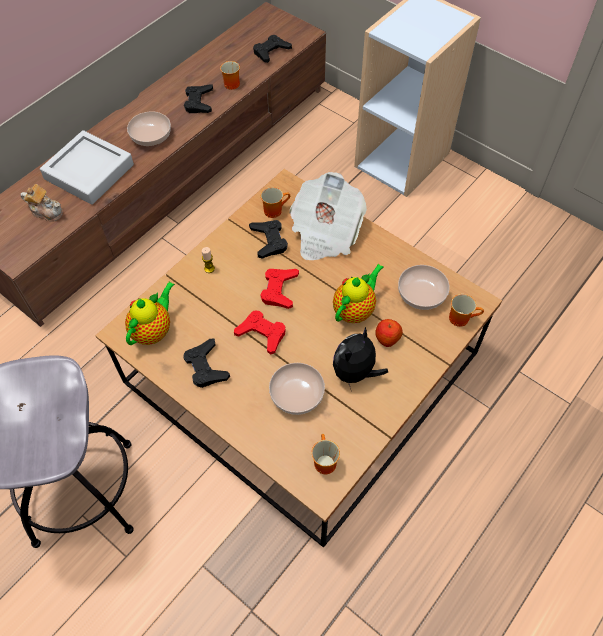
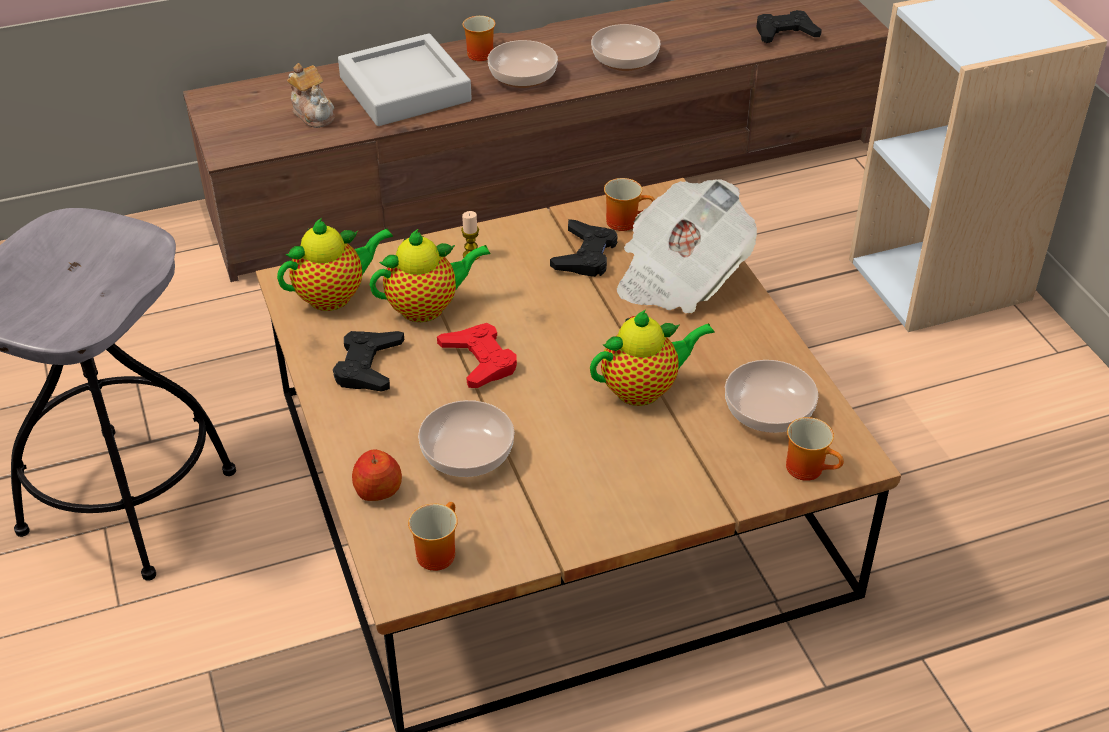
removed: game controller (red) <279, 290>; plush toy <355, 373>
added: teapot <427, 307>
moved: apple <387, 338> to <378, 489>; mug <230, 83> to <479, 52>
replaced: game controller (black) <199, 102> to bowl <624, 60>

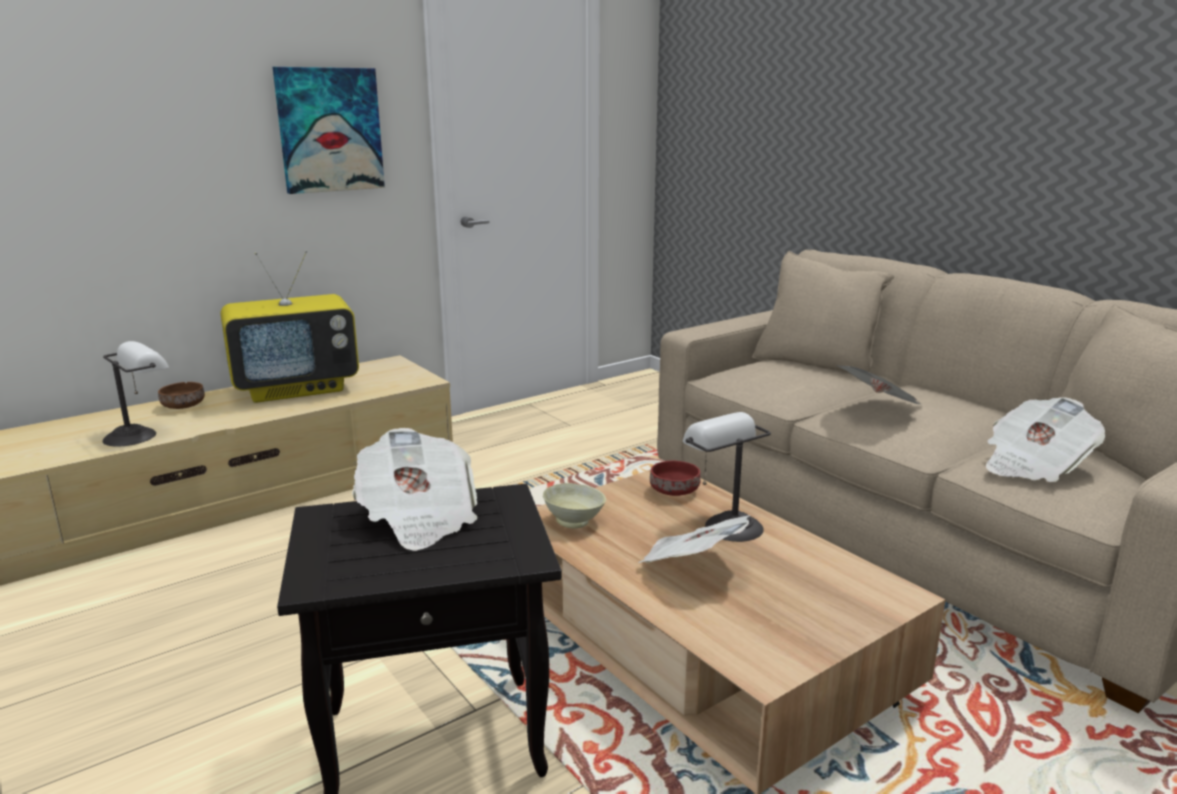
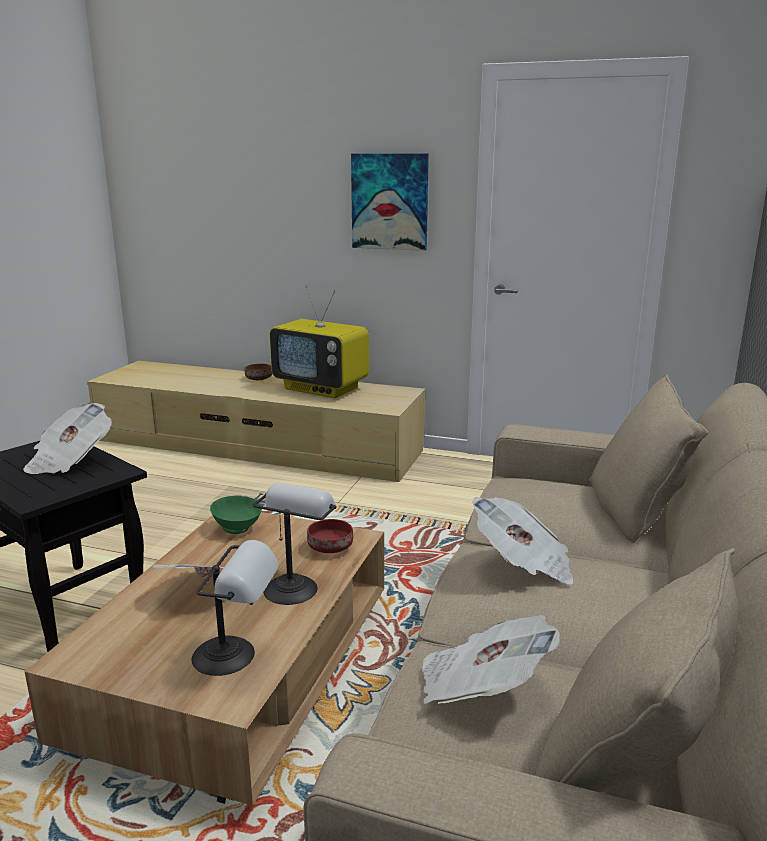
moved: table lamp <140, 433> to <236, 655>
recoloured: bowl (beige) <575, 522> to bowl (green) <237, 529>

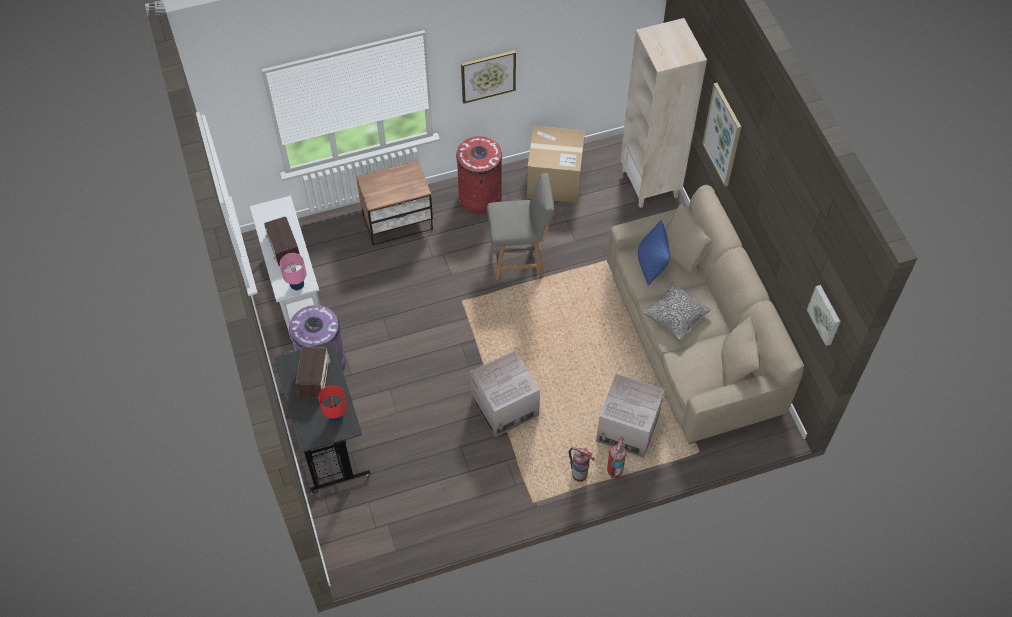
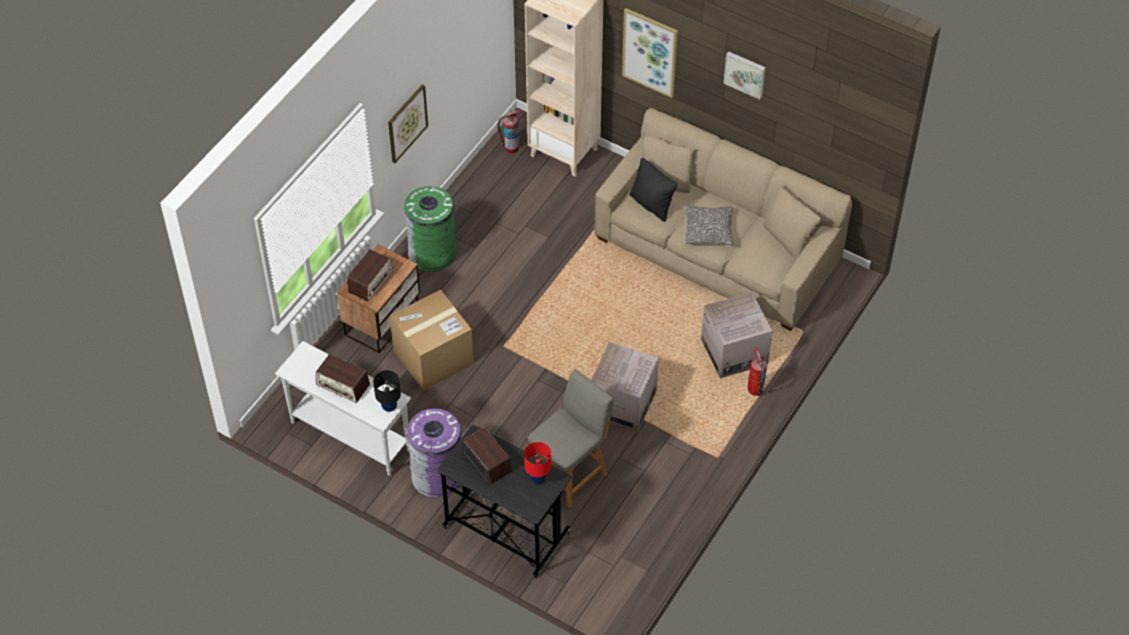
added: radio <370, 281>
moved: cardboard box <554, 180> to <433, 357>; fire extinguisher <579, 474> to <511, 147>; chair (grey) <519, 257> to <570, 473>; picture <825, 314> to <745, 73>
recoloured: table lamp (pink) <296, 286> to table lamp (black) <388, 407>; trash can (red) <480, 197> to trash can (green) <432, 253>; pillow (blue) <651, 265> to pillow (black) <651, 204>

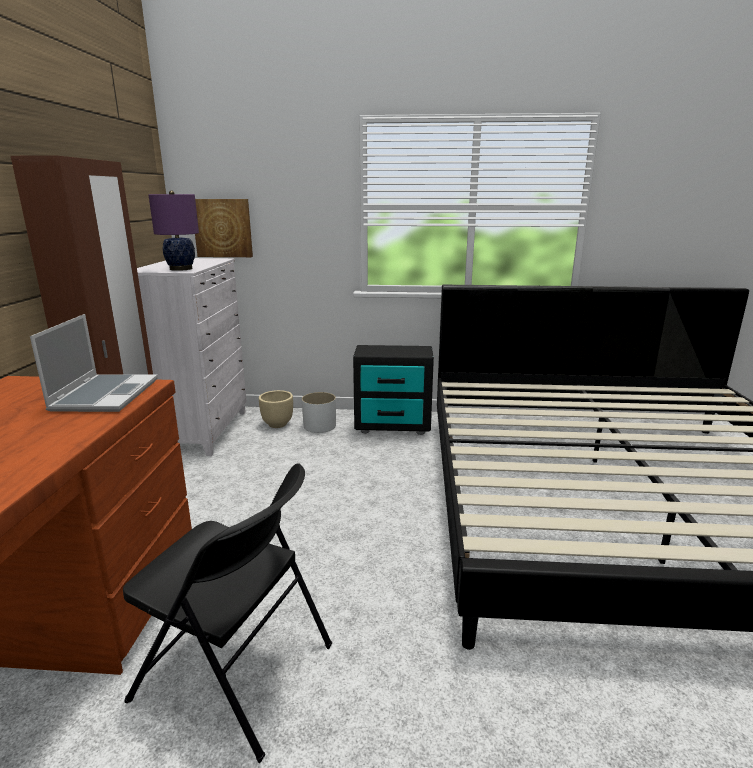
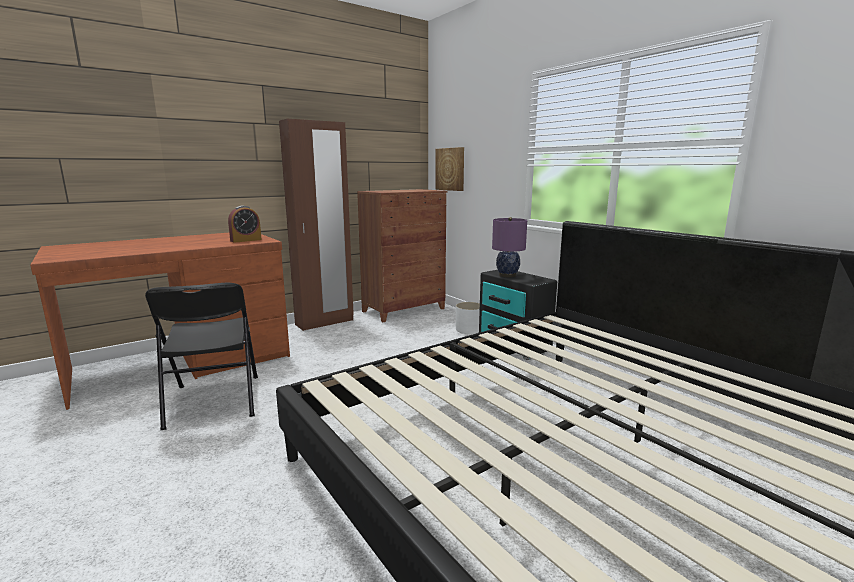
removed: planter (beige) <278, 424>
moved: table lamp (purple) <181, 269> to <507, 275>
replaced: laptop <105, 394> to alarm clock <246, 240>
recoloured: dresser (white) <205, 431> to dresser (brown) <405, 310>

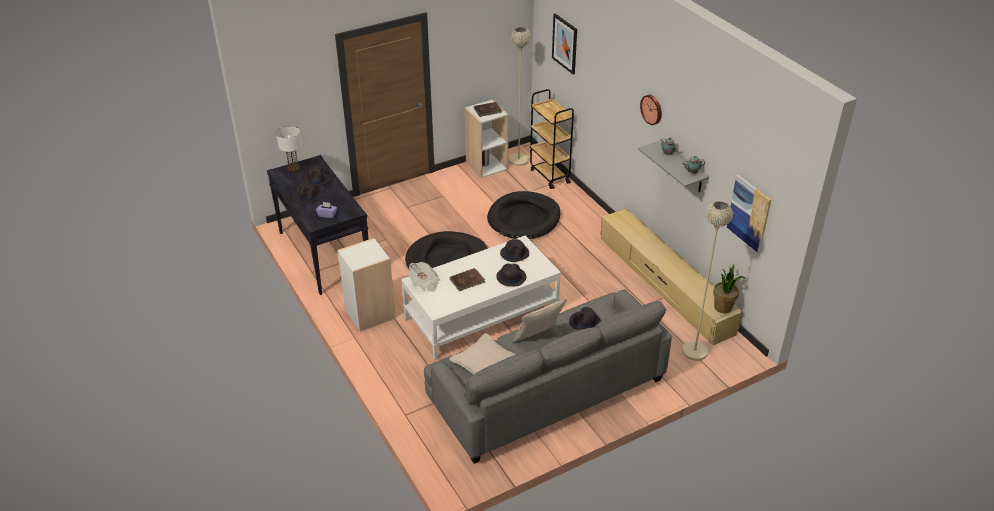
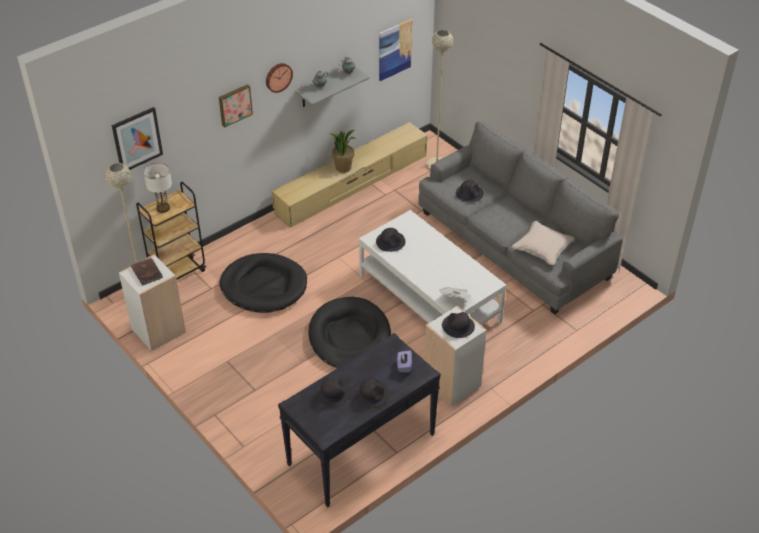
removed: book (brown) <467, 281>; pillow (beige) <538, 339>
added: picture <234, 105>
moved: table lamp <293, 169> to <163, 208>; potted plant <723, 307> to <343, 167>; hat (black) <511, 277> to <458, 326>

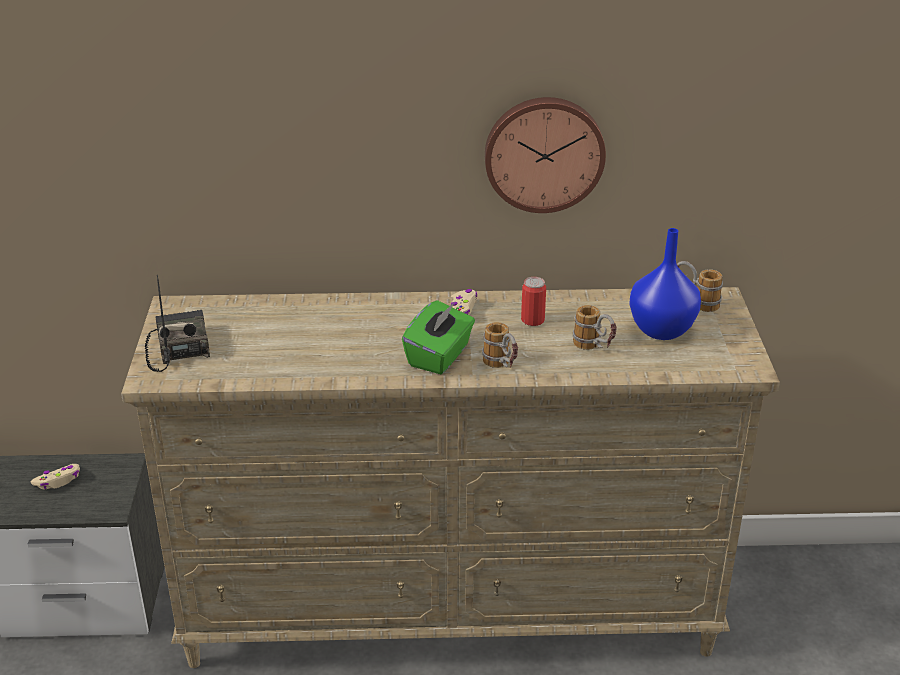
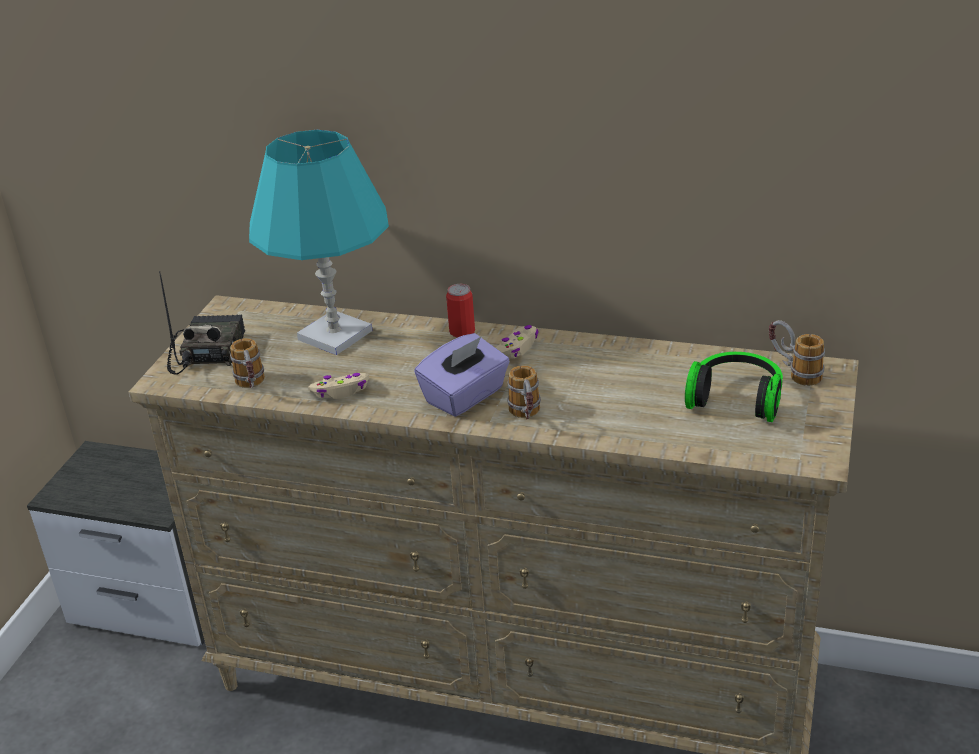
removed: wall clock <544, 153>
added: table lamp (turquoise) <334, 336>
moved: mug <594, 348> to <252, 387>; game controller (beige) <58, 481> to <341, 391>; can <532, 320> to <462, 332>
replaced: vase (blue) <662, 329> to headphones <736, 399>
recoloured: tissue box (green) <439, 356> to tissue box (purple) <465, 396>

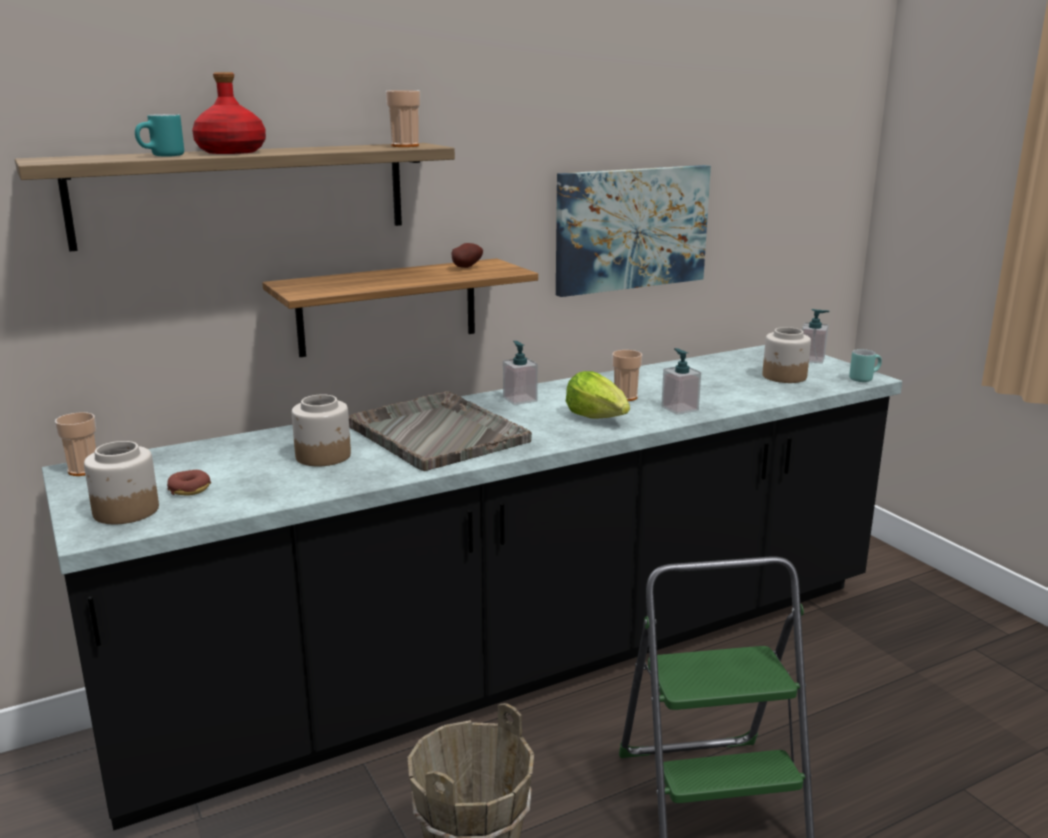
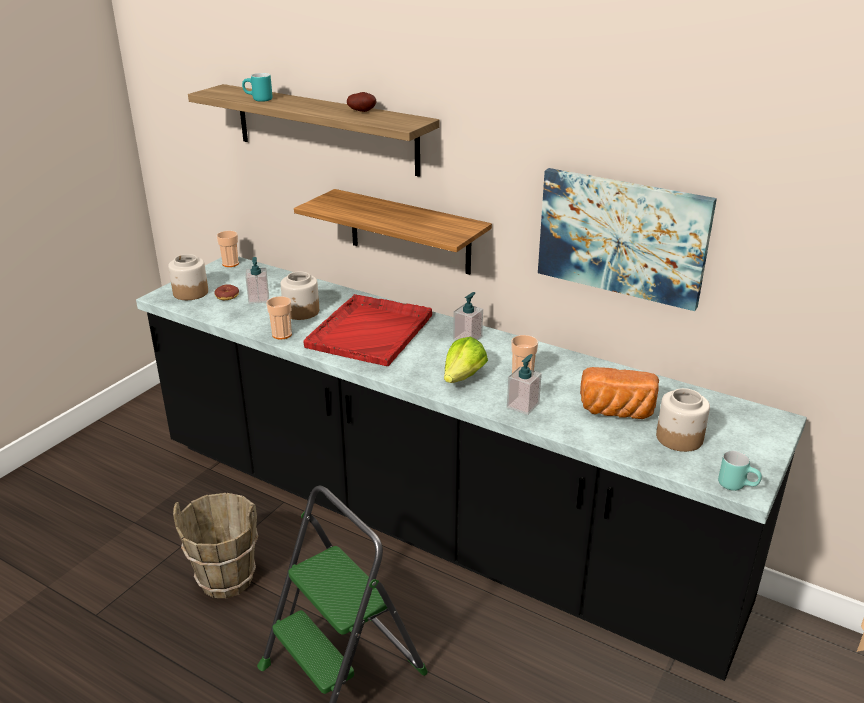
removed: bottle (red) <231, 152>
added: bread <616, 412>
moved: soap dispenser <811, 359> to <258, 299>; cup <405, 146> to <282, 334>; potato <465, 267> to <363, 111>
recoloured: tray (grey) <436, 433> to tray (red) <371, 331>

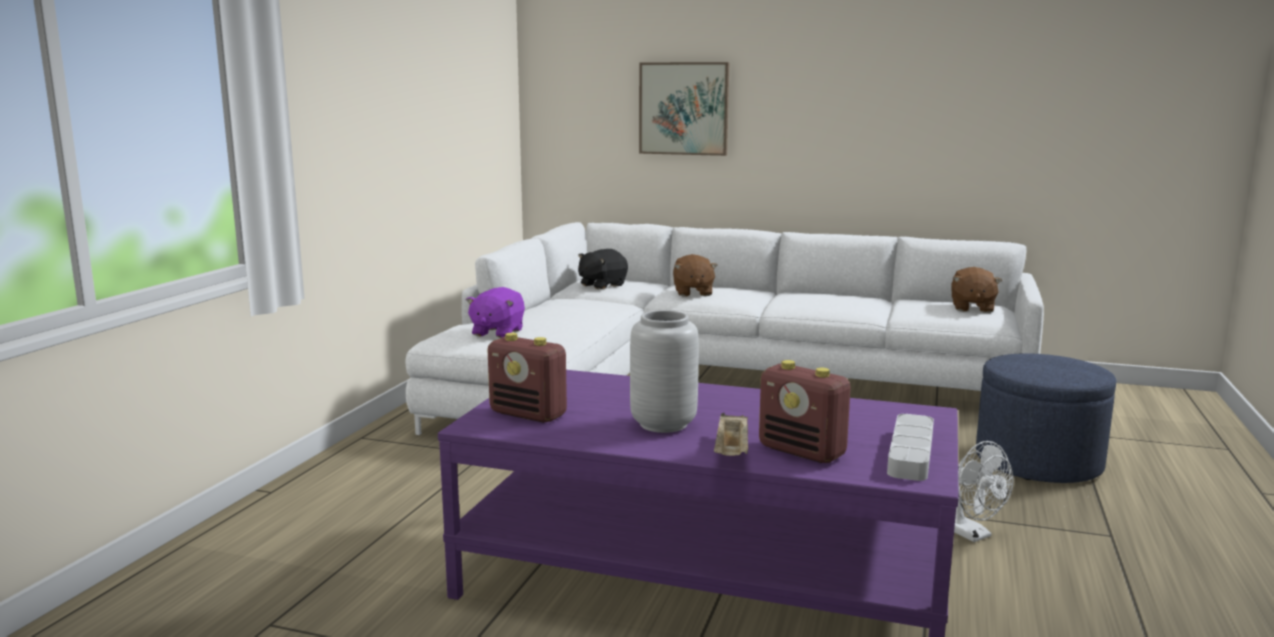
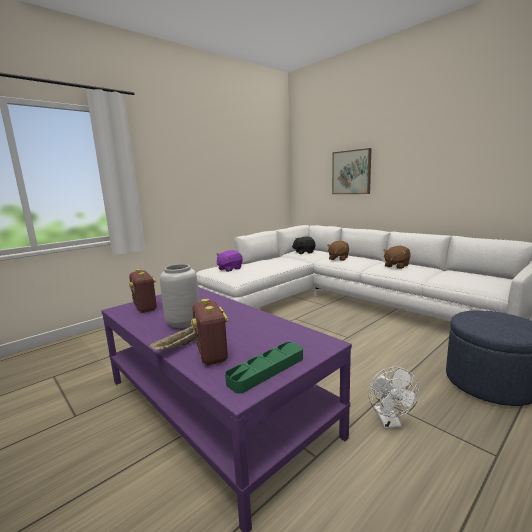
moved: plush toy (brown) <972, 308> to <396, 266>
recoloured: tray (grey) <910, 453> to tray (green) <266, 370>

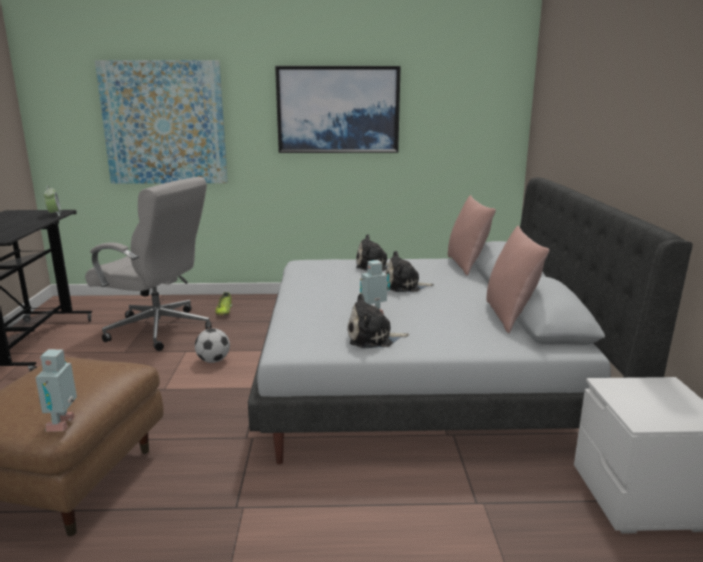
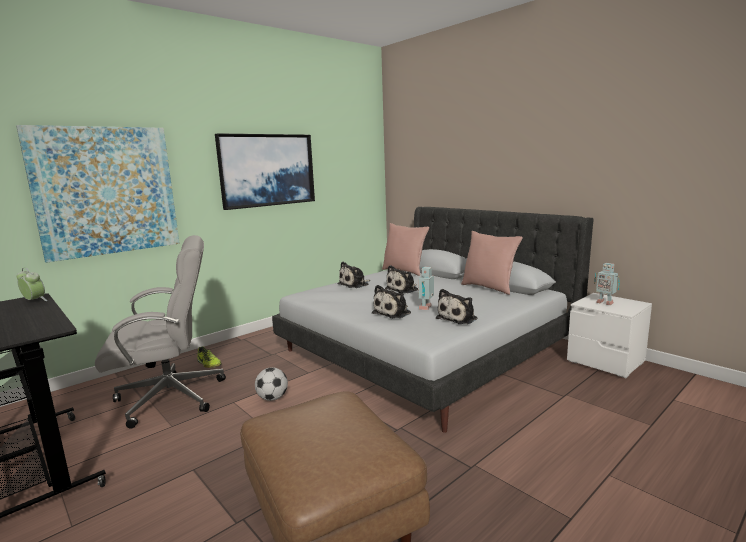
added: plush toy <393, 313>
moved: toy robot <64, 424> to <604, 302>

